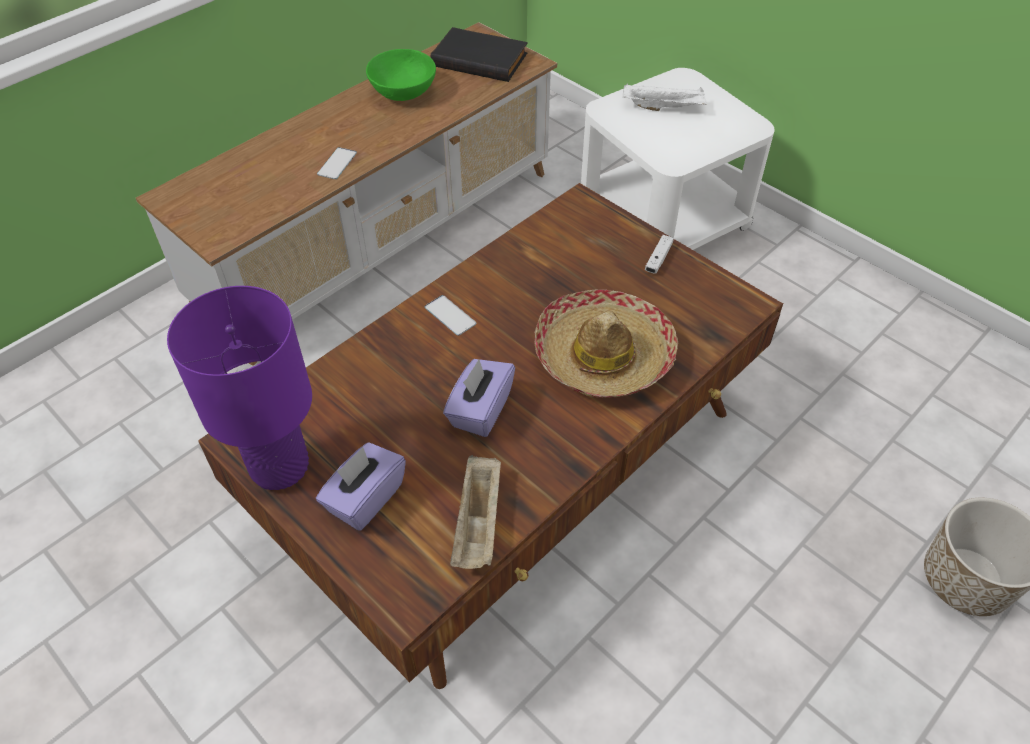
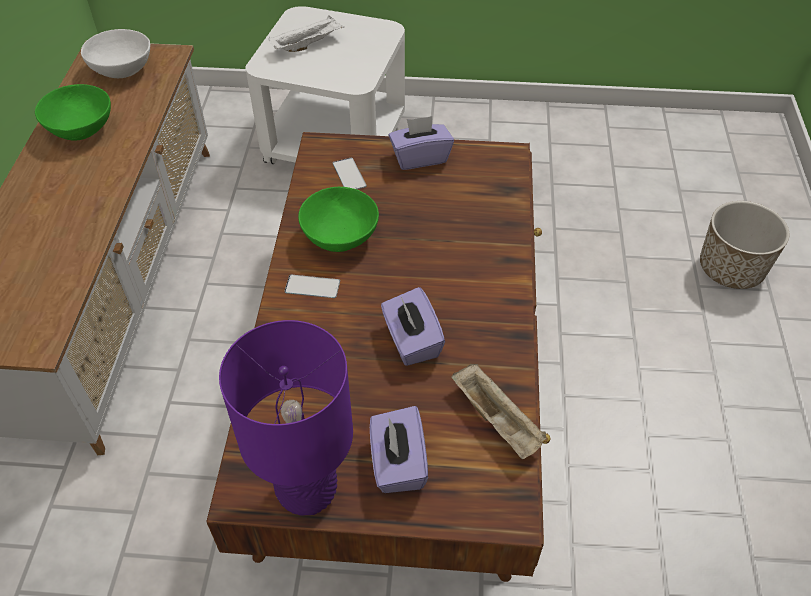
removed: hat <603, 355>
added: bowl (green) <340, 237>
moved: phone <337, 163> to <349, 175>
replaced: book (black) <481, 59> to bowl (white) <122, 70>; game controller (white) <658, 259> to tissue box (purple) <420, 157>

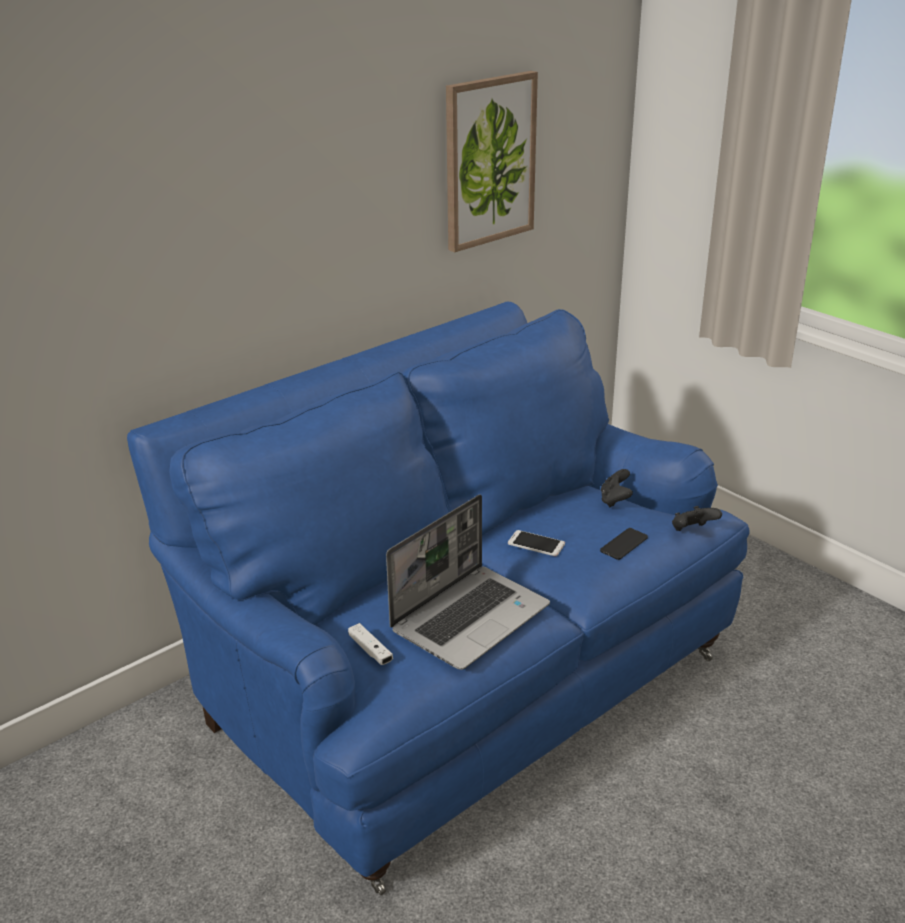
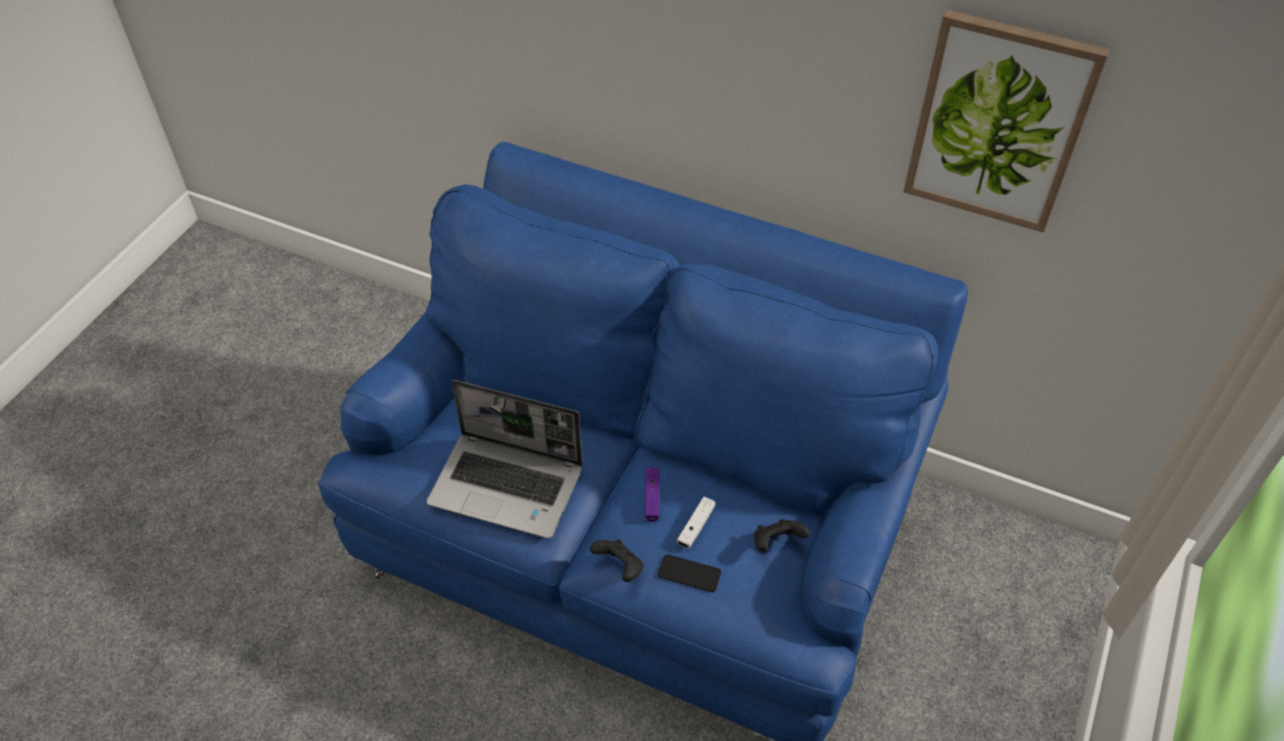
moved: game controller (black) <692, 531> to <620, 568>; game controller (white) <370, 650> to <696, 526>
replaced: phone <536, 544> to game controller (purple) <652, 498>

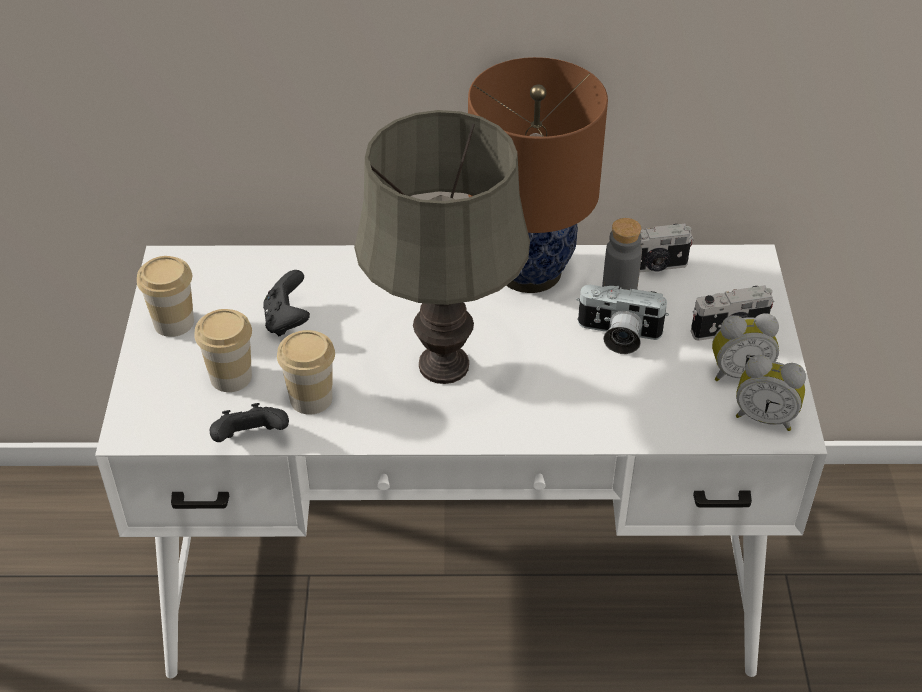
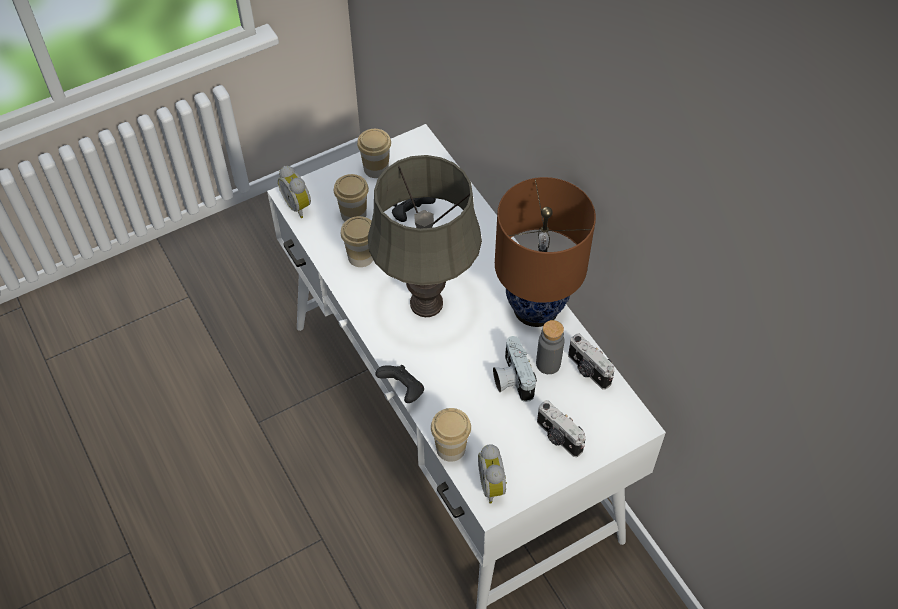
added: cup <450, 448>
moved: alarm clock <738, 372> to <299, 205>; game controller (black) <251, 439> to <403, 390>

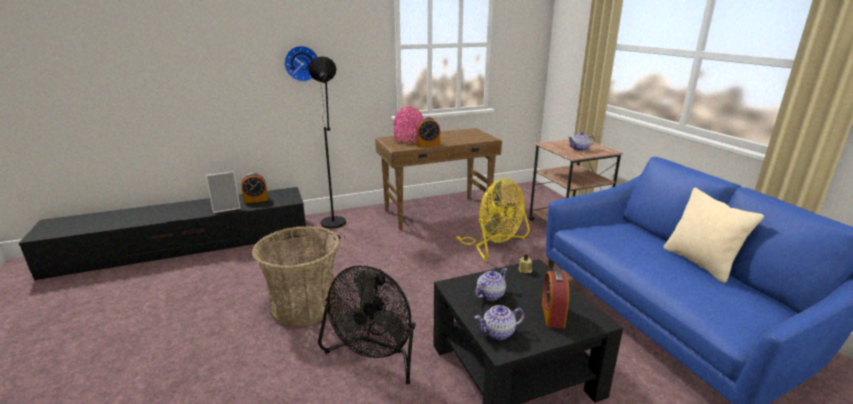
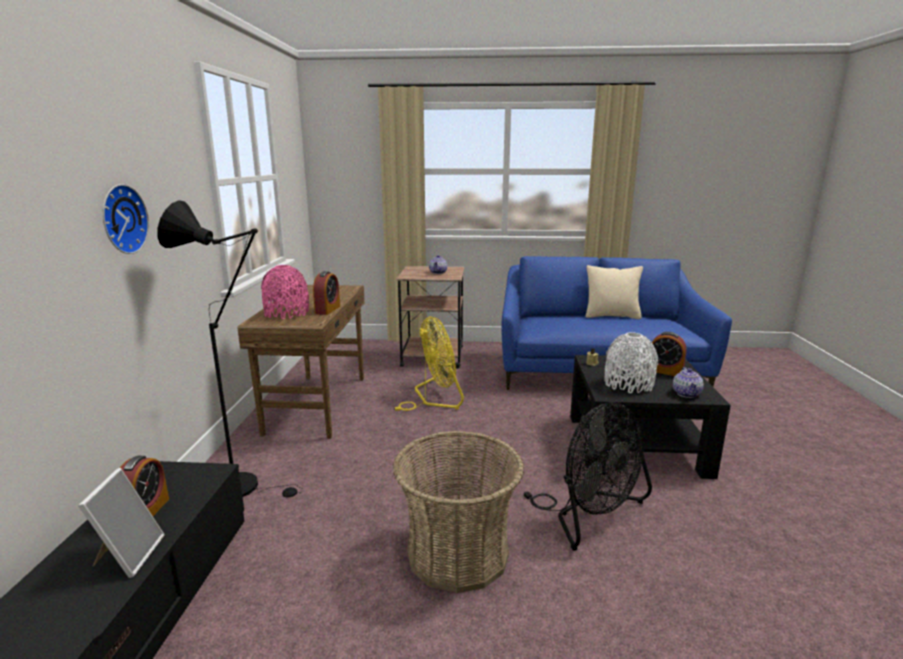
replaced: teapot <490, 295> to vase (white) <628, 384>

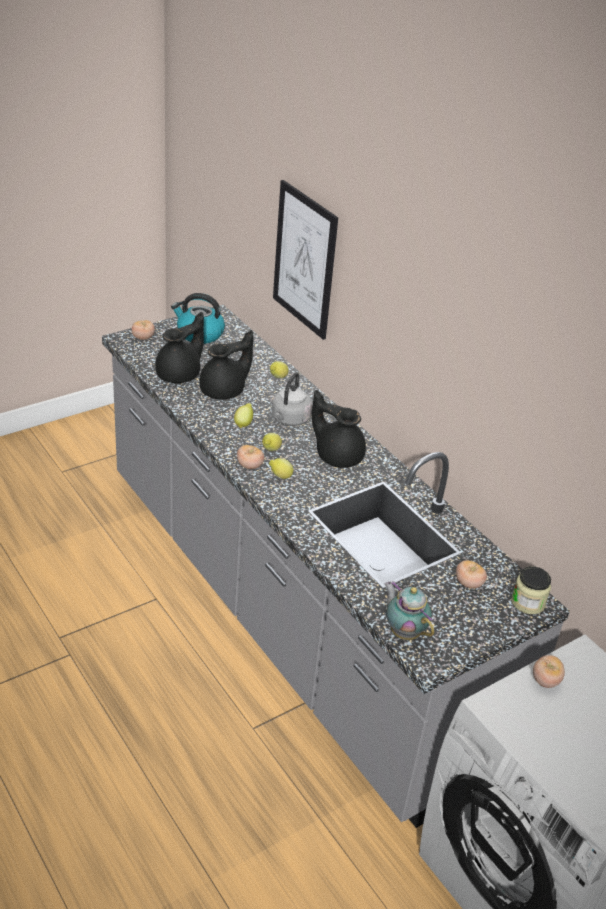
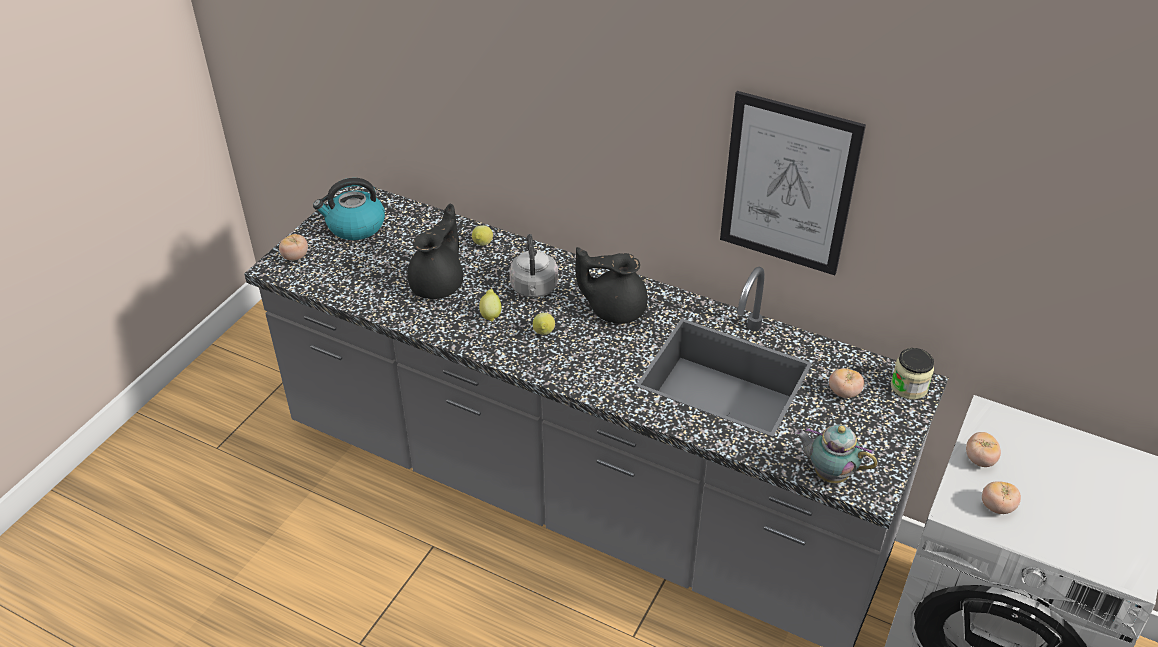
removed: teapot (black) <180, 374>; lemon <280, 477>
moved: picture <304, 260> to <788, 185>; tomato <249, 466> to <997, 507>

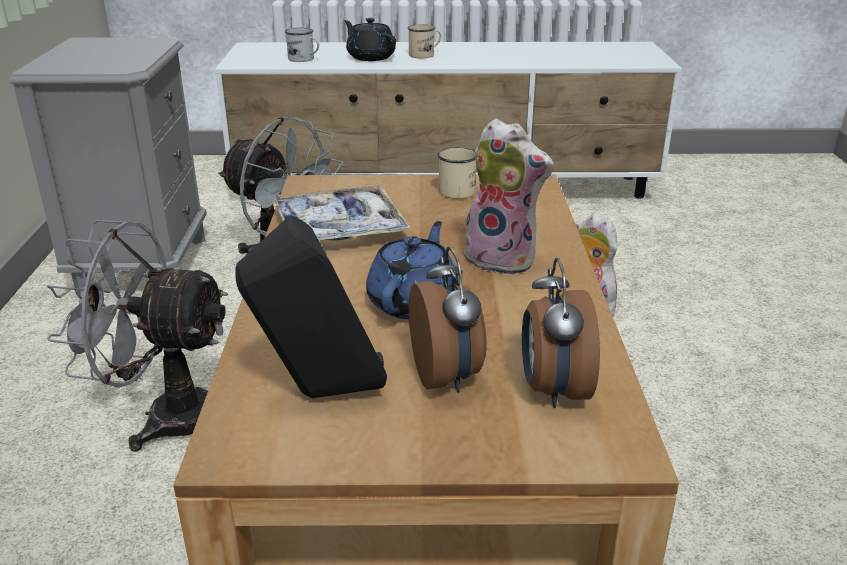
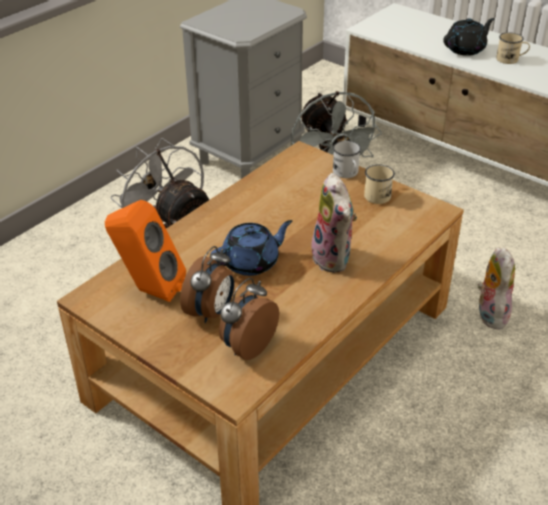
removed: tray <339, 228>
moved: mug (white) <304, 59> to <347, 174>
recoloured: speaker (black) <318, 395> to speaker (orange) <149, 290>
turned: teapot (black) <370, 57> = <465, 49> 60 degrees clockwise

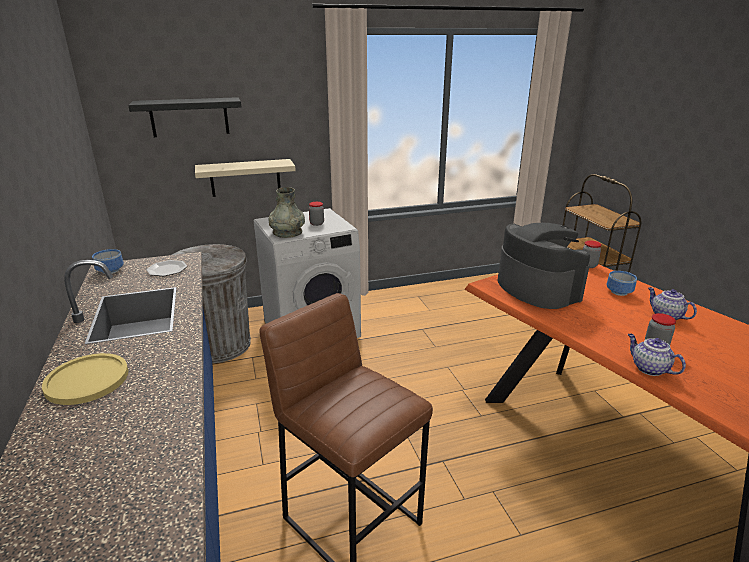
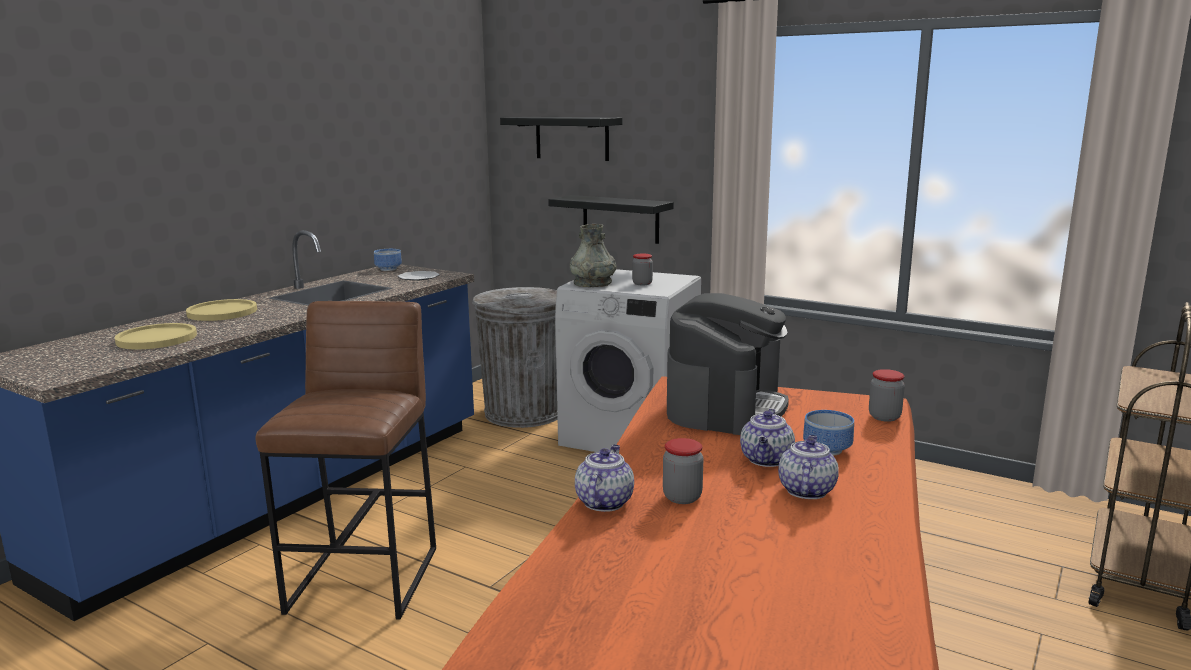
added: plate (yellow) <157, 338>; teapot <766, 460>
recoloured: shelf (beige) <245, 177> to shelf (black) <620, 219>

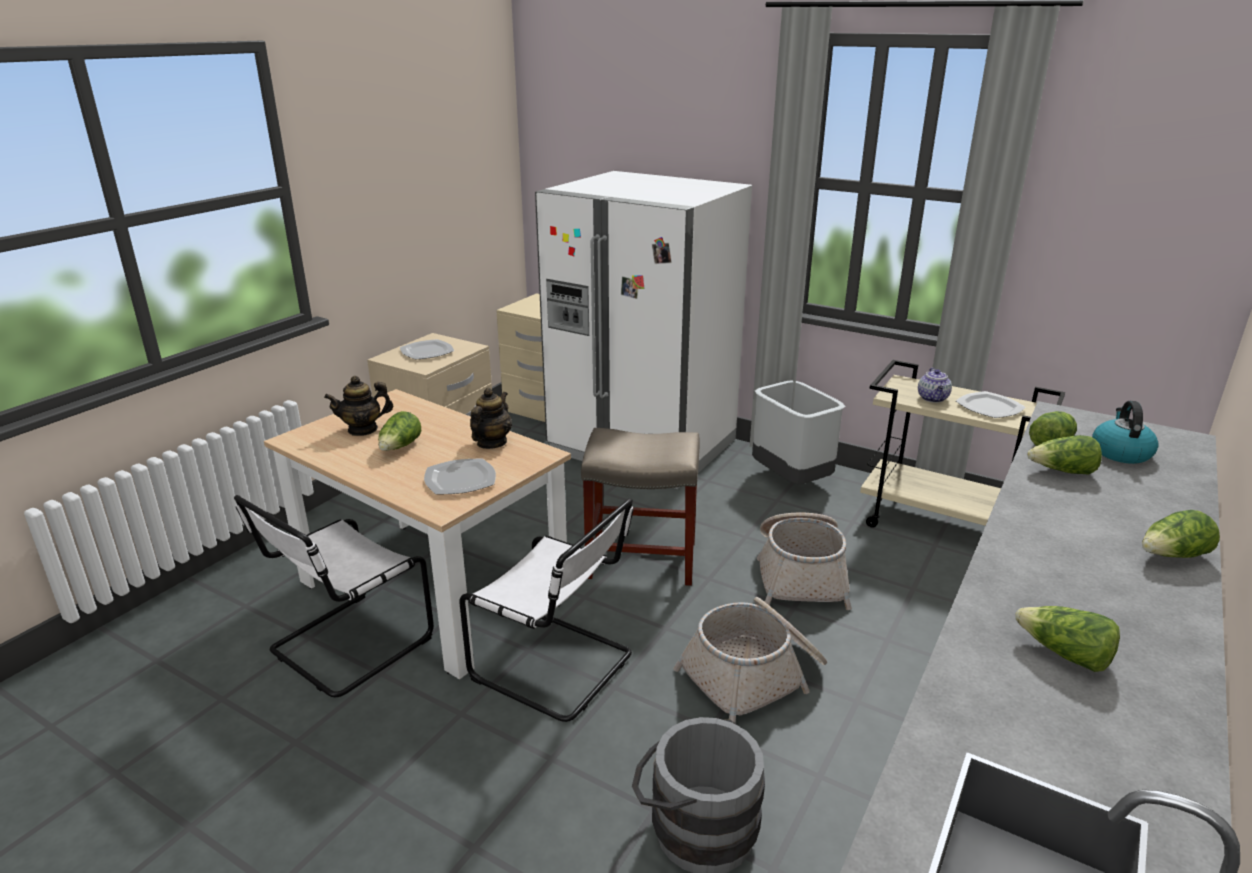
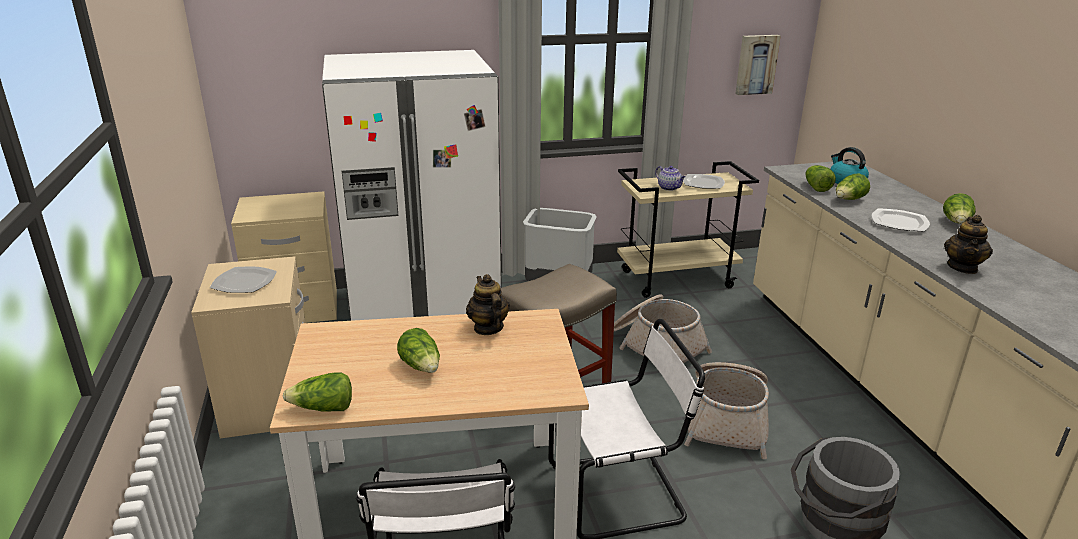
added: picture <756, 64>
moved: lettuce <1064, 655> to <323, 408>; plate <461, 480> to <900, 222>; teapot <363, 429> to <962, 267>

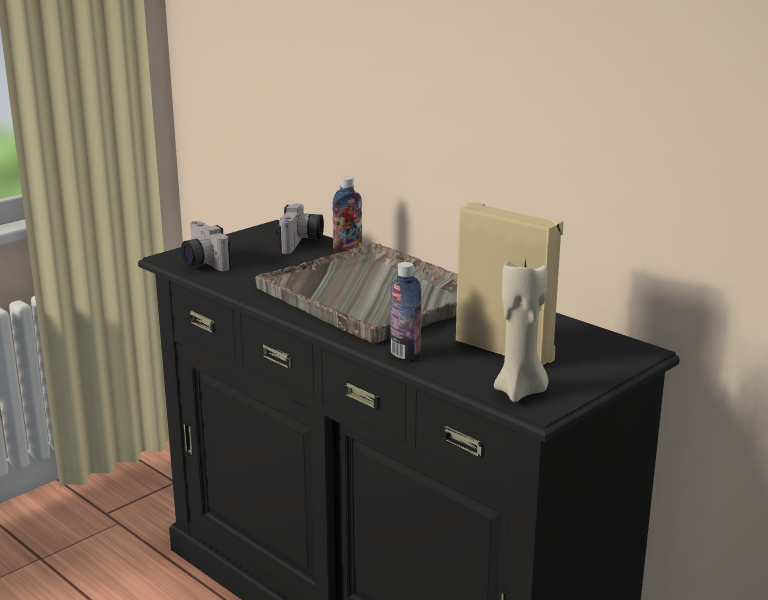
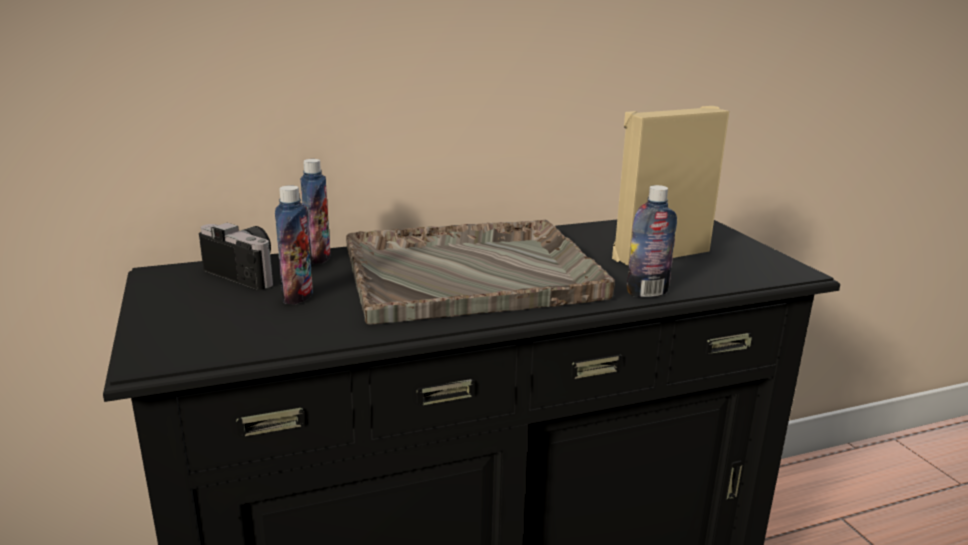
removed: photo camera <201, 263>; candle (beige) <520, 392>
added: bottle <298, 296>

